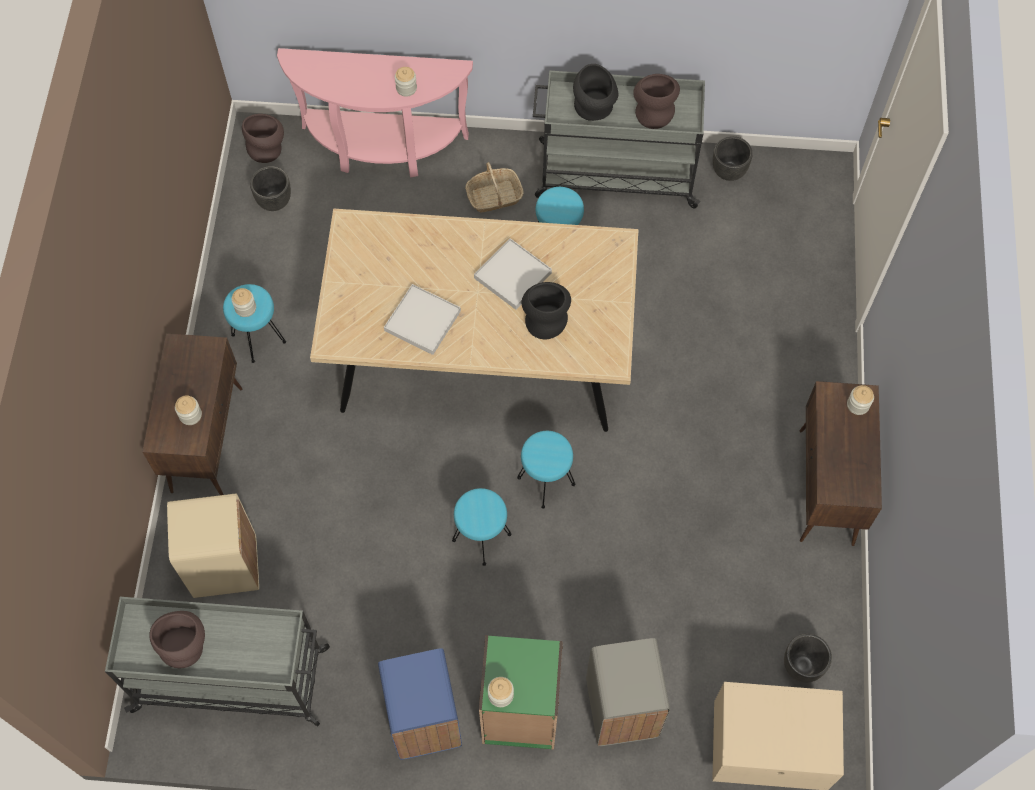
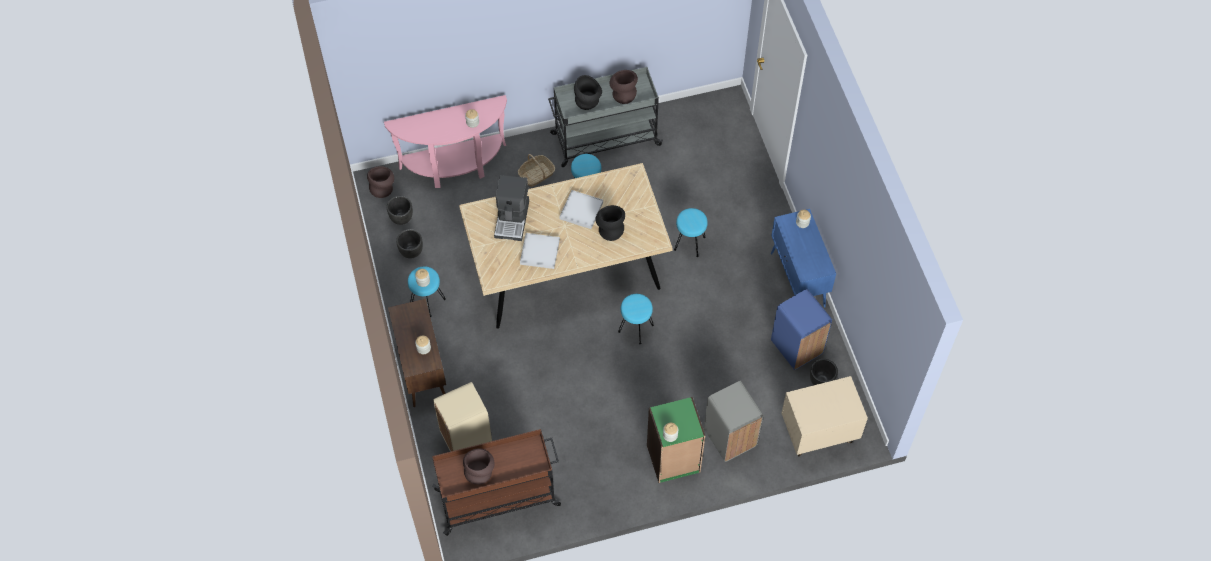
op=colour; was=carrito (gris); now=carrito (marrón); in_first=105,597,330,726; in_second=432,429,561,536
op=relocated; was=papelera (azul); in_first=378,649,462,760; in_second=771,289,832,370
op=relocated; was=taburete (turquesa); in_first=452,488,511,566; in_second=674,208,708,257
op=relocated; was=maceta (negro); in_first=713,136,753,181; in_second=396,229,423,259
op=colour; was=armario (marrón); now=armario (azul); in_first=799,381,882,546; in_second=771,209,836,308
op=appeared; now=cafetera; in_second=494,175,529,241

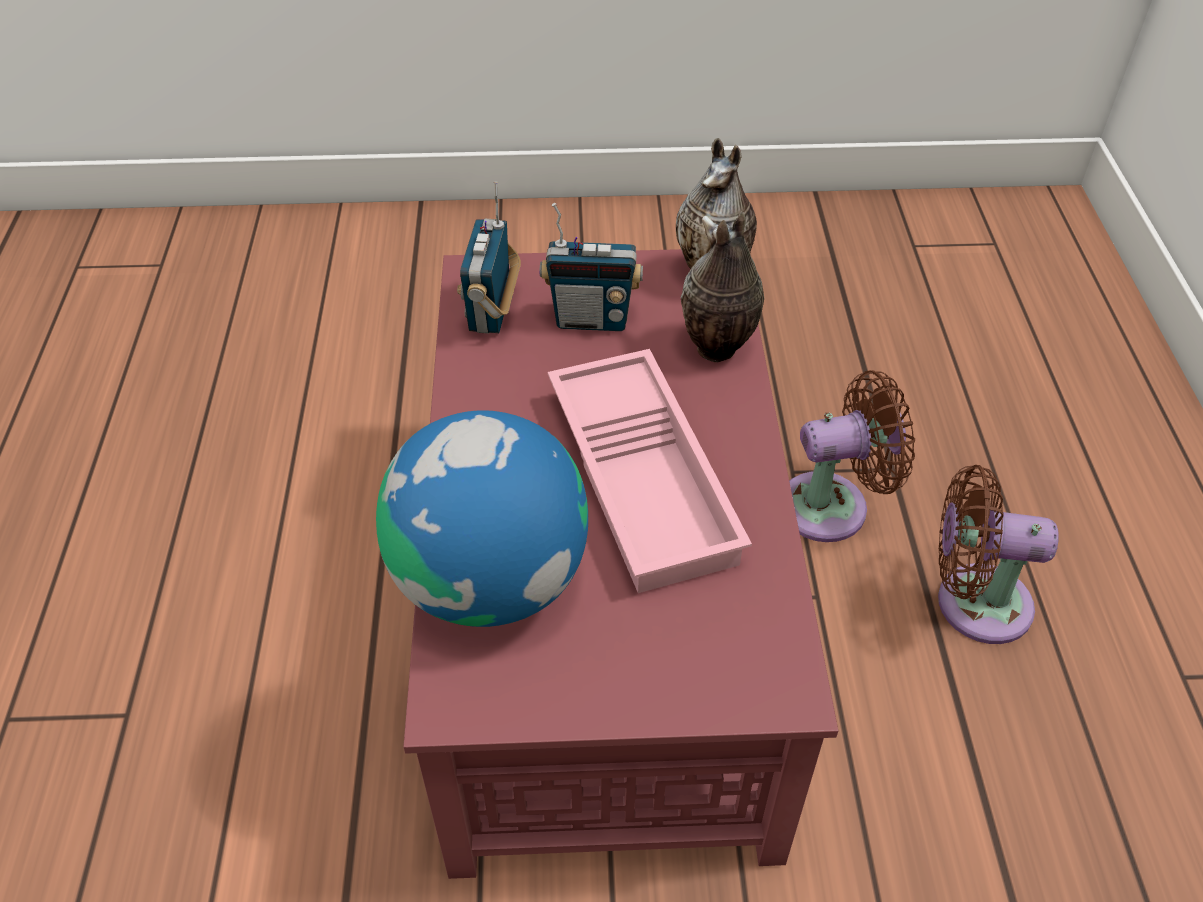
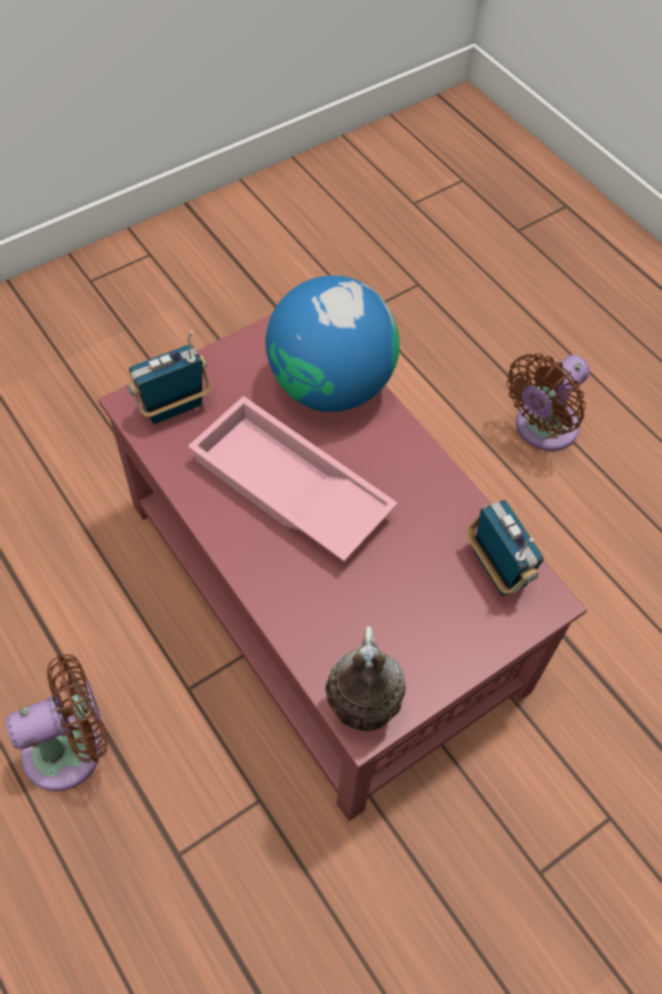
op=relocated; was=radio; in_first=540,203,643,331; in_second=127,331,211,424
op=missing; was=florero; in_first=681,211,764,362
op=relocated; was=ventilador (marrón); in_first=789,370,915,542; in_second=507,353,590,451

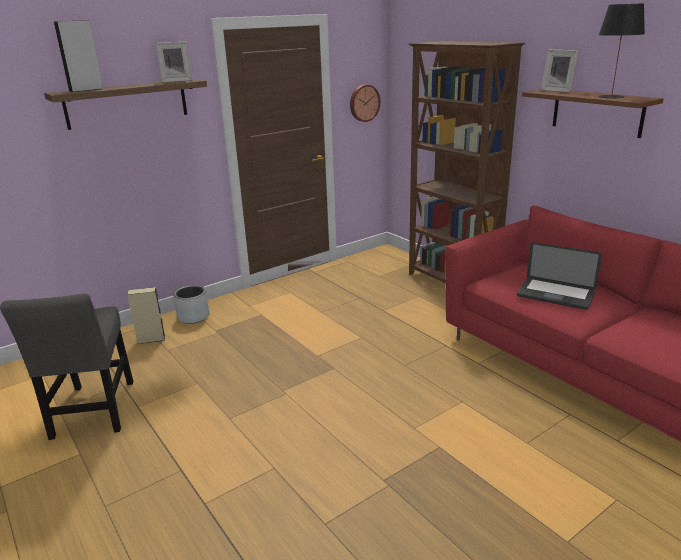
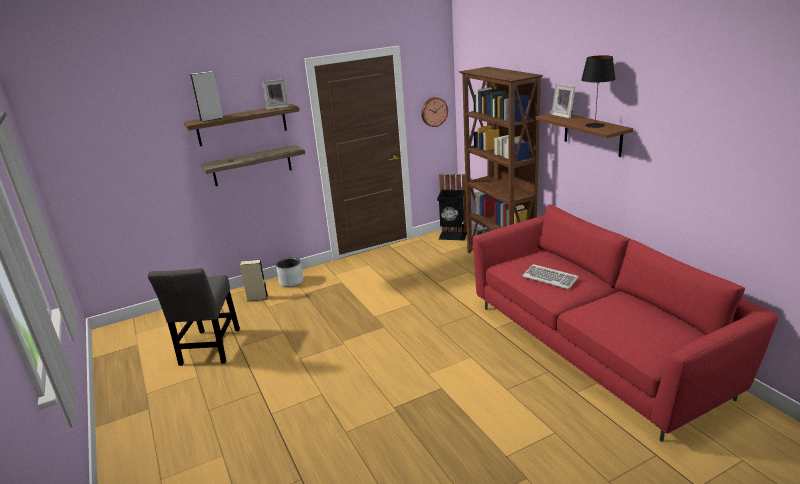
op=exchanged; was=portátil; now=teclado; in_first=517,242,602,310; in_second=522,264,579,289
op=appeared; now=estante; in_second=201,145,305,186
op=appeared; now=papelera (negro); in_second=437,174,467,241

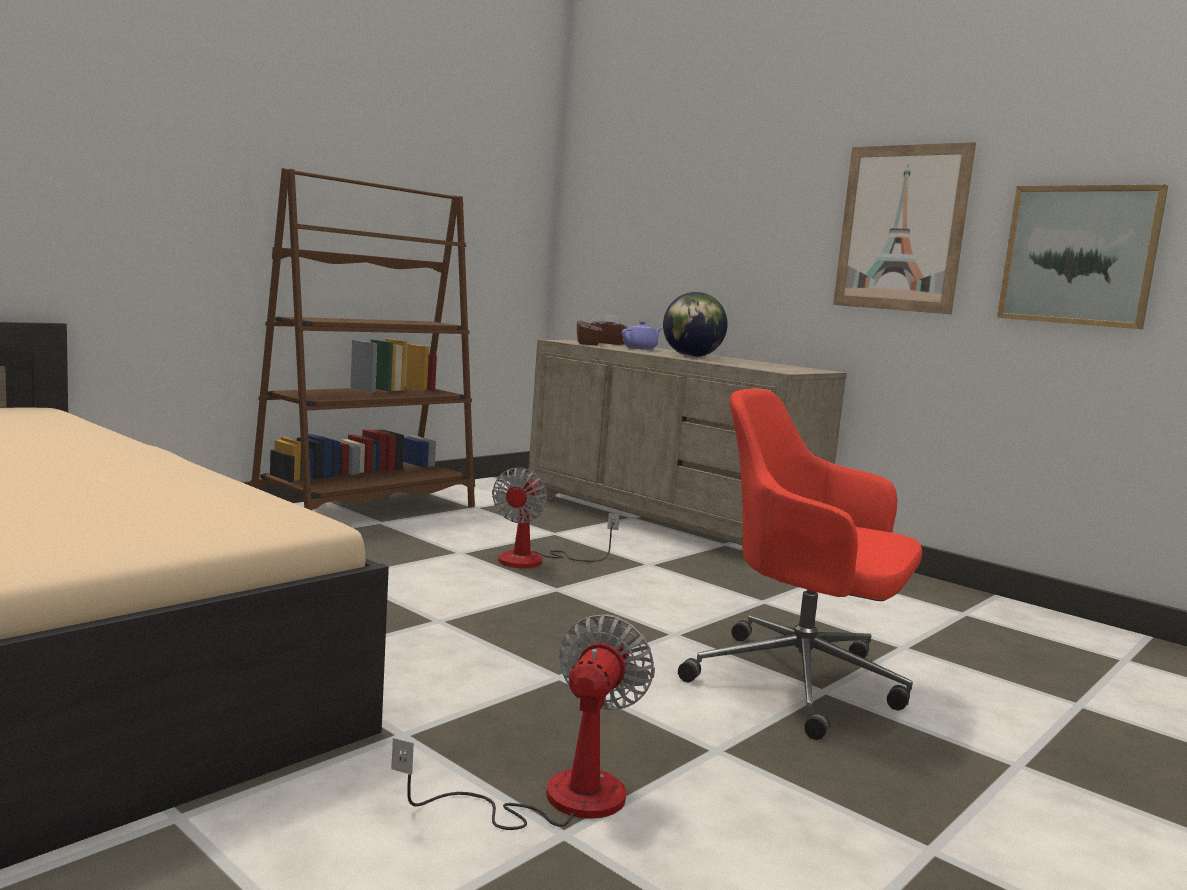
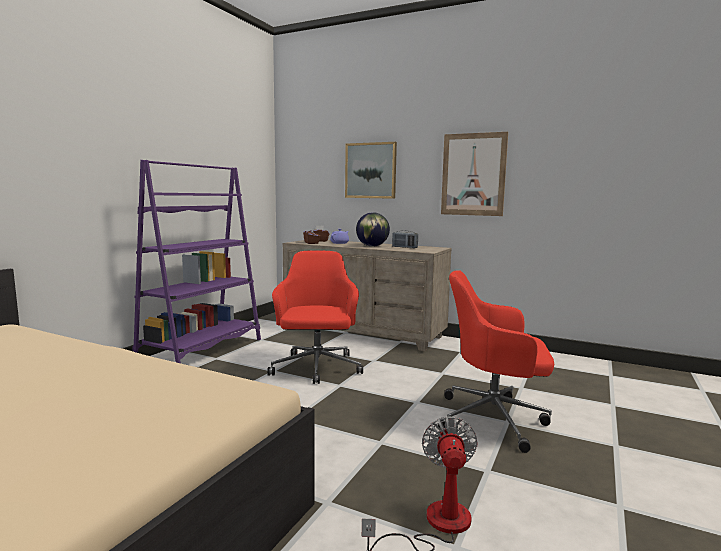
op=colour; was=estantería (marrón); now=estantería (morado); in_first=250,168,475,510; in_second=132,160,261,363
op=exchanged; was=ventilador; now=silla de oficina (rojo); in_first=492,467,620,568; in_second=267,250,363,384
op=relocated; was=cuadro; in_first=997,185,1168,329; in_second=345,142,397,199
op=appeared; now=radio; in_second=392,230,418,248

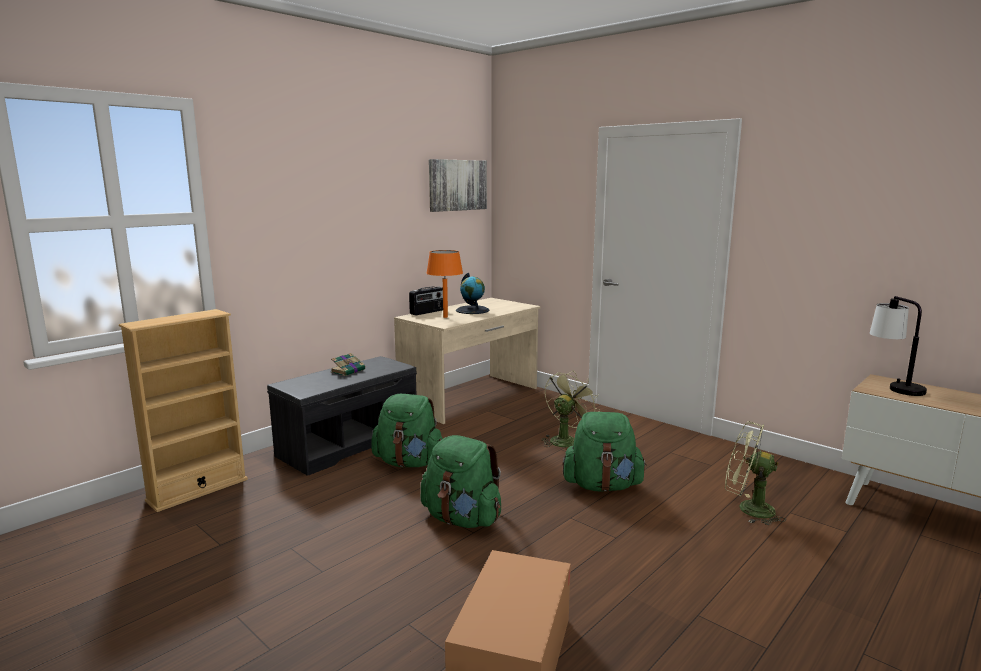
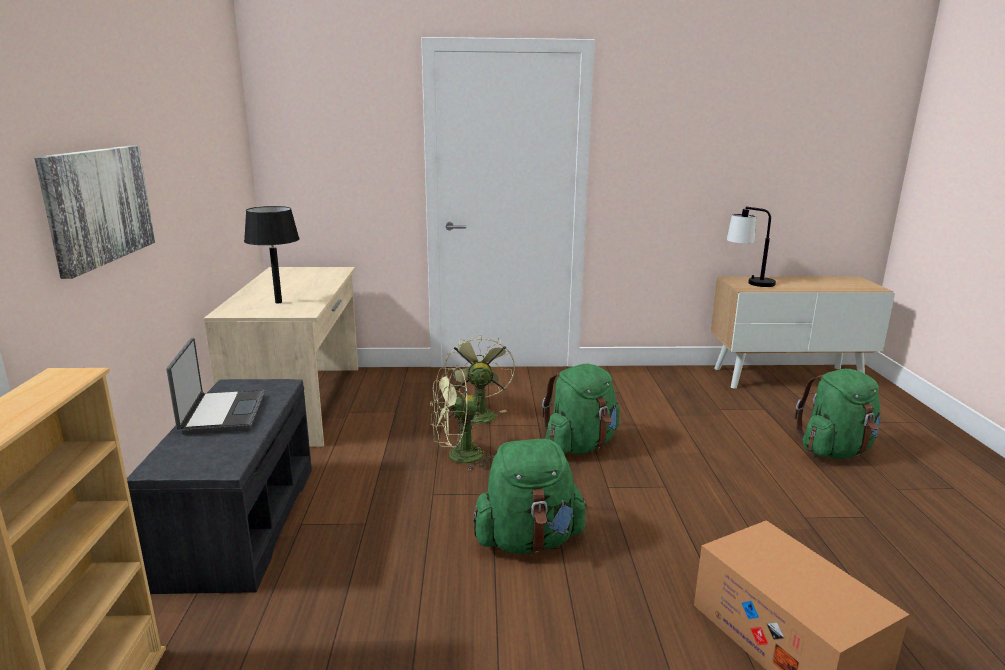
op=exchanged; was=libro; now=portátil; in_first=331,353,366,376; in_second=166,338,265,435
op=relocated; was=mochila (verde); in_first=372,394,443,467; in_second=794,369,881,459
op=missing; was=radio; in_first=409,286,443,315
op=colour; was=lámpara de mesa (naranja); now=lámpara de mesa (negro); in_first=426,250,463,318; in_second=244,206,300,303
op=relocated; was=cuadro; in_first=429,159,487,212; in_second=34,146,155,279
op=missing; was=globo terráqueo; in_first=456,273,490,314
op=relocated; was=ventilador (verde); in_first=725,421,786,525; in_second=430,367,495,471

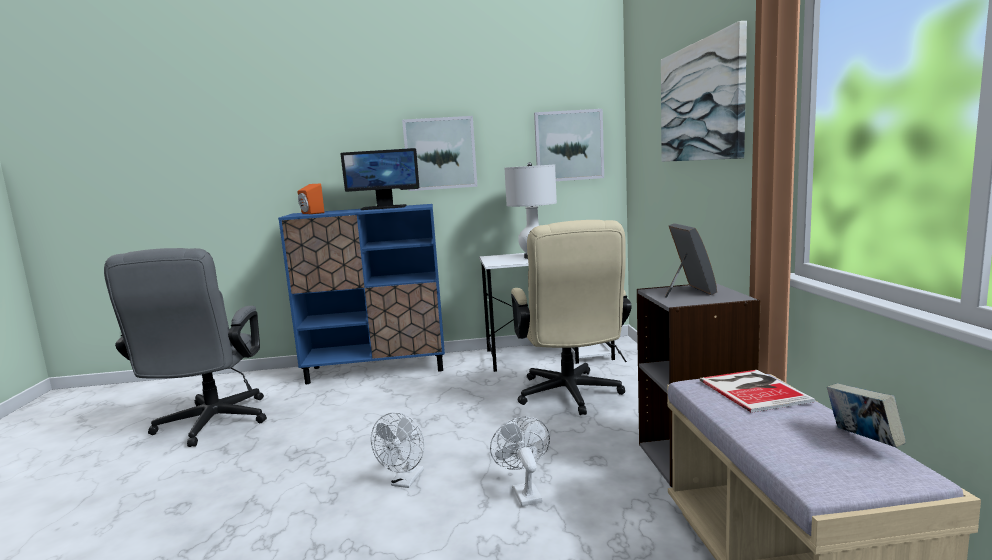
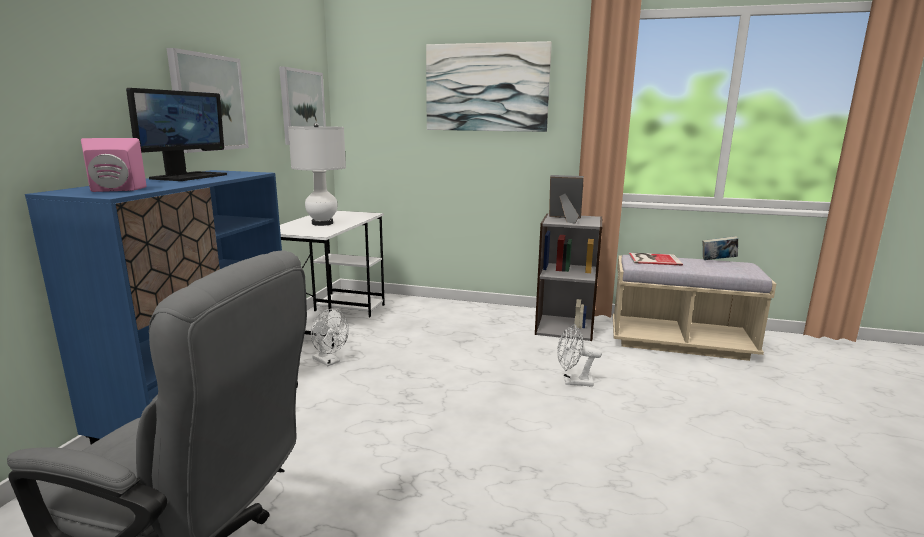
op=colour; was=altavoz (naranja); now=altavoz (rosa); in_first=297,183,324,214; in_second=81,138,146,192
op=relocated; was=ventilador (blanco); in_first=371,412,425,488; in_second=311,309,349,366
op=missing; was=silla de oficina (beis); in_first=511,220,632,415

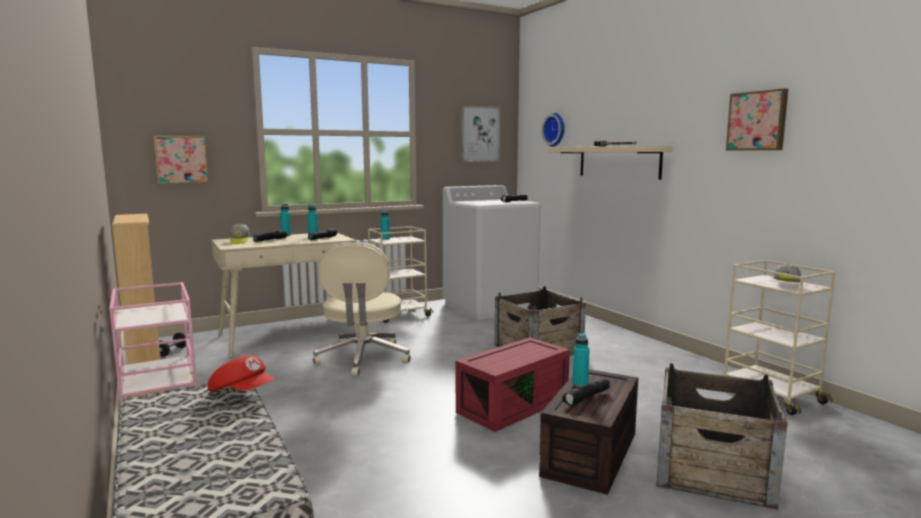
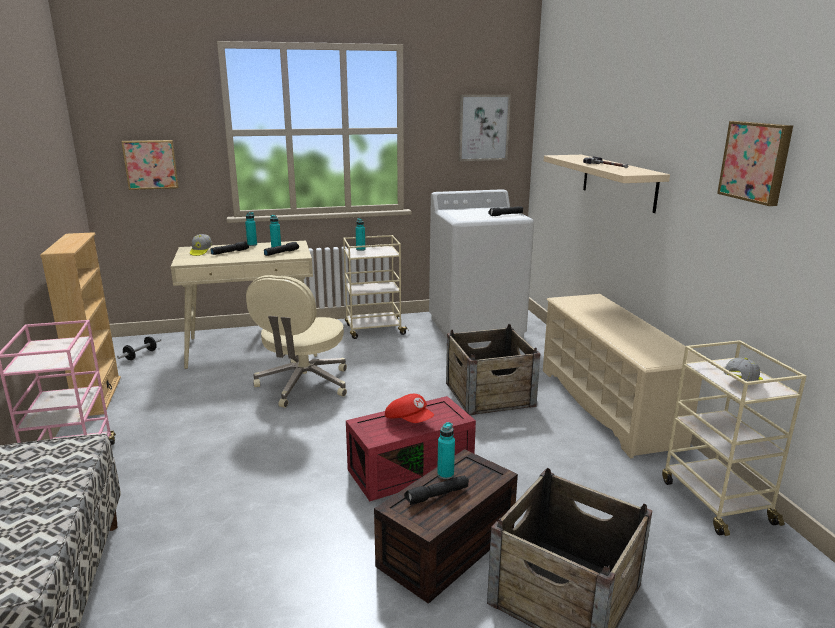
op=relocated; was=gorra (rojo); in_first=208,355,275,392; in_second=385,394,434,423
op=missing; was=reloj de pared; in_first=542,113,565,147
op=appeared; now=zapatero (beis); in_second=543,294,705,458

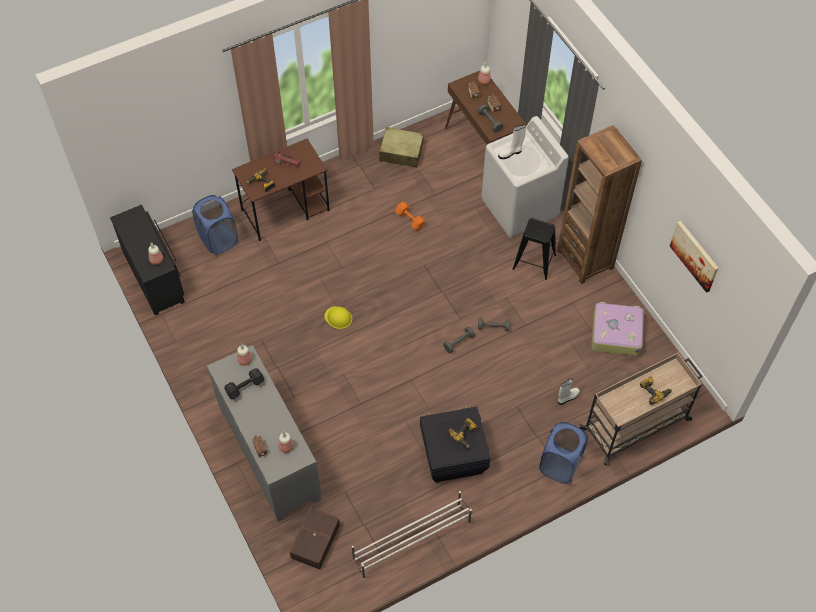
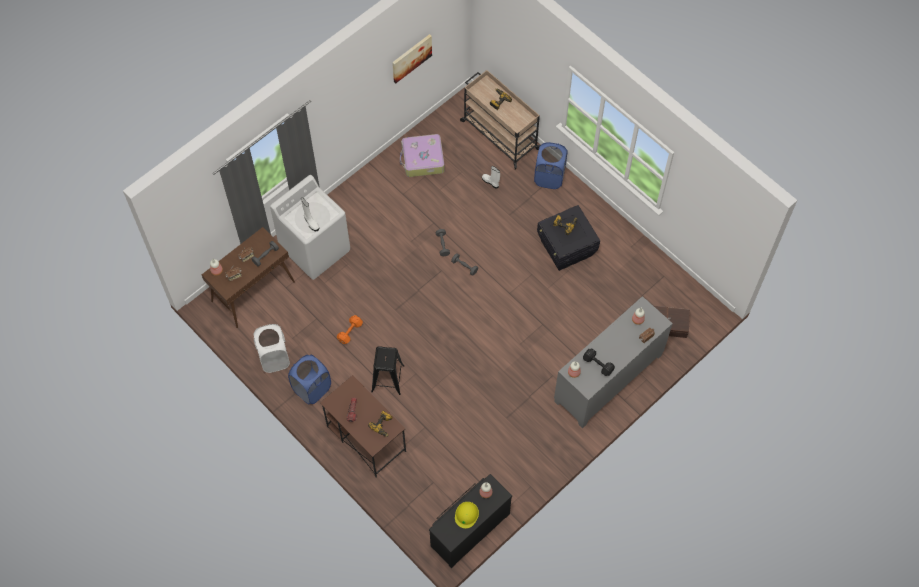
op=relocated; was=cesto de la ropa (azul); in_first=192,195,238,254; in_second=288,355,331,404
op=relocated; was=casco (amarillo); in_first=325,306,352,329; in_second=455,502,479,528
op=missing; was=zapatero (blanco); in_first=352,491,472,579
op=exchanged; was=maleta (beis); now=cesto de la ropa (blanco); in_first=379,127,424,168; in_second=253,324,290,373
op=relocated; was=taburete (negro); in_first=512,218,556,280; in_second=371,346,404,395
op=missing; was=estantería (marrón); in_first=557,125,642,284

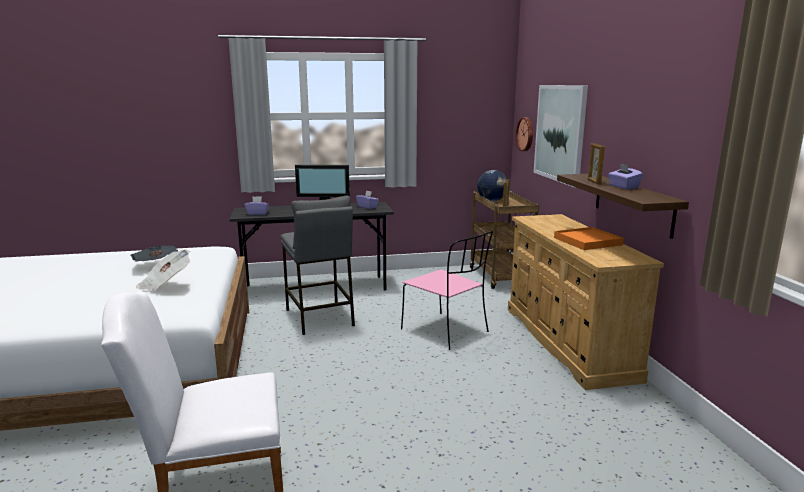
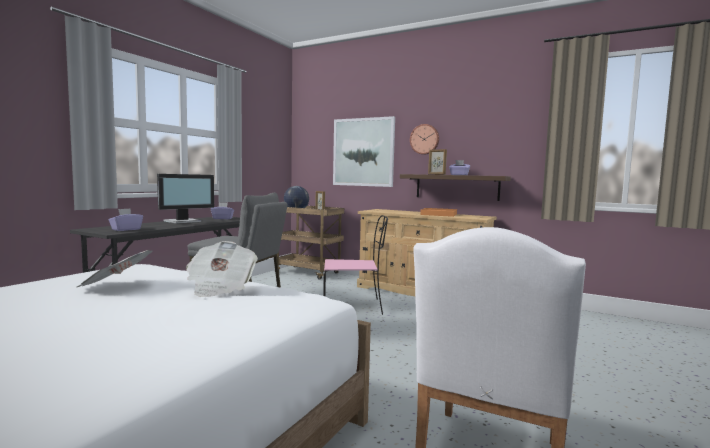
op=relocated; was=reloj de pared; in_first=516,117,533,151; in_second=410,124,439,155

